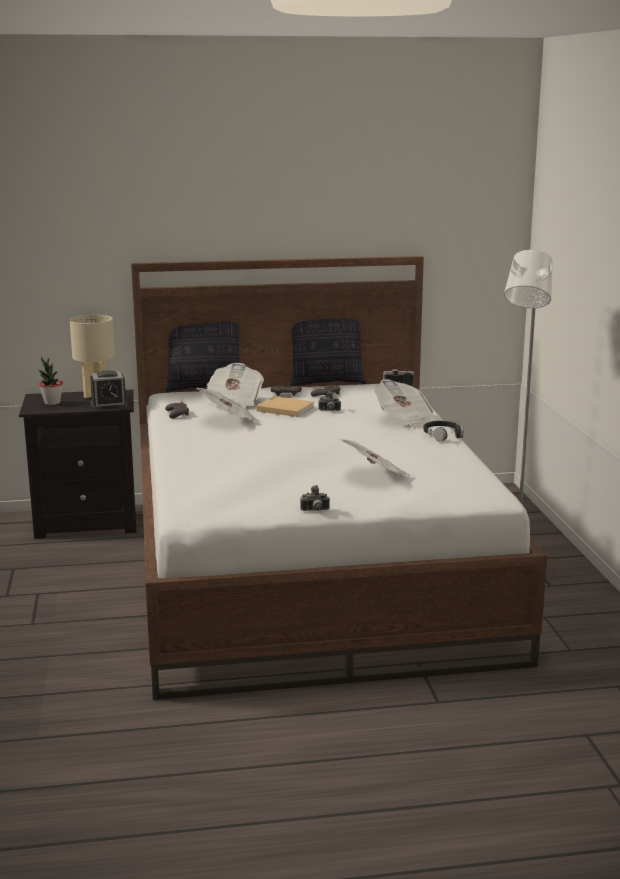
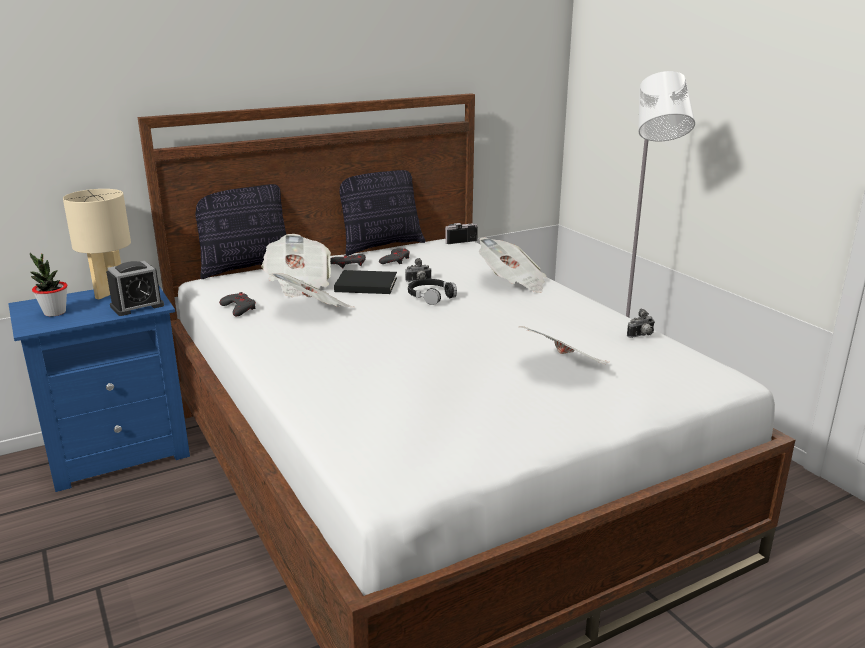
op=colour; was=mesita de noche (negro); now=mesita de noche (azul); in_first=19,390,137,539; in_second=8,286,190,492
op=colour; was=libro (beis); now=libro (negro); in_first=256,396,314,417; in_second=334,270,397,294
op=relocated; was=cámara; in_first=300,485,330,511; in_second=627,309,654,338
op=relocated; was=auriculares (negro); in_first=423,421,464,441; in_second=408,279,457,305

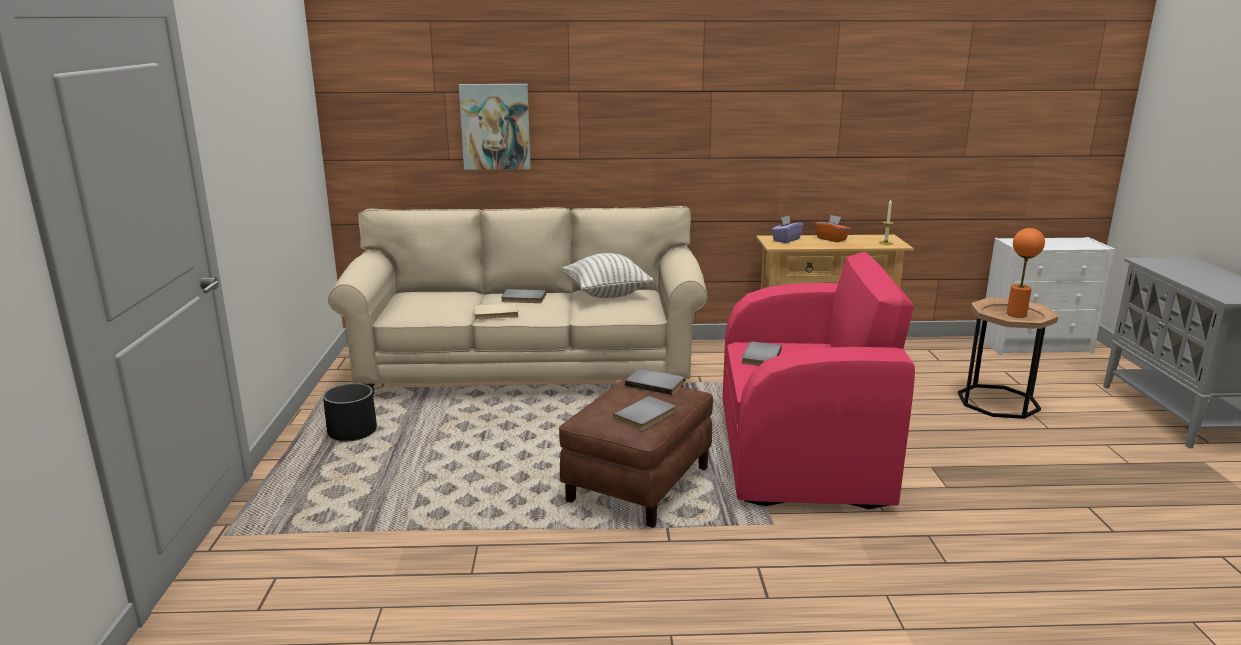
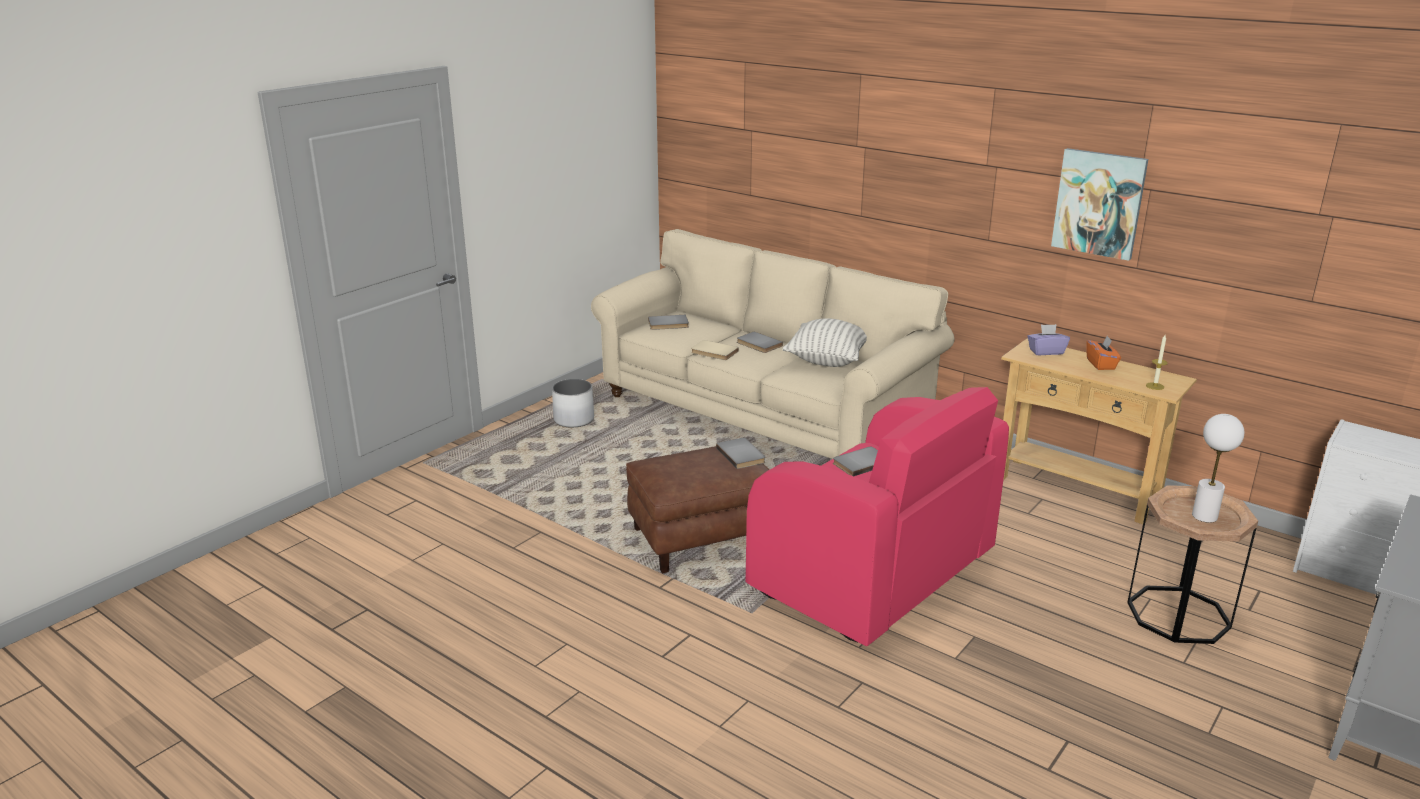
op=colour; was=maceta (negro); now=maceta (blanco); in_first=323,383,377,442; in_second=552,379,594,428
op=relocated; was=cuadro; in_first=459,84,531,170; in_second=1051,148,1148,261
op=relocated; was=libro (gris); in_first=613,396,676,430; in_second=648,315,689,330
op=colour; was=lámpara de mesa (naranja); now=lámpara de mesa (blanco); in_first=1007,228,1045,318; in_second=1192,414,1244,523

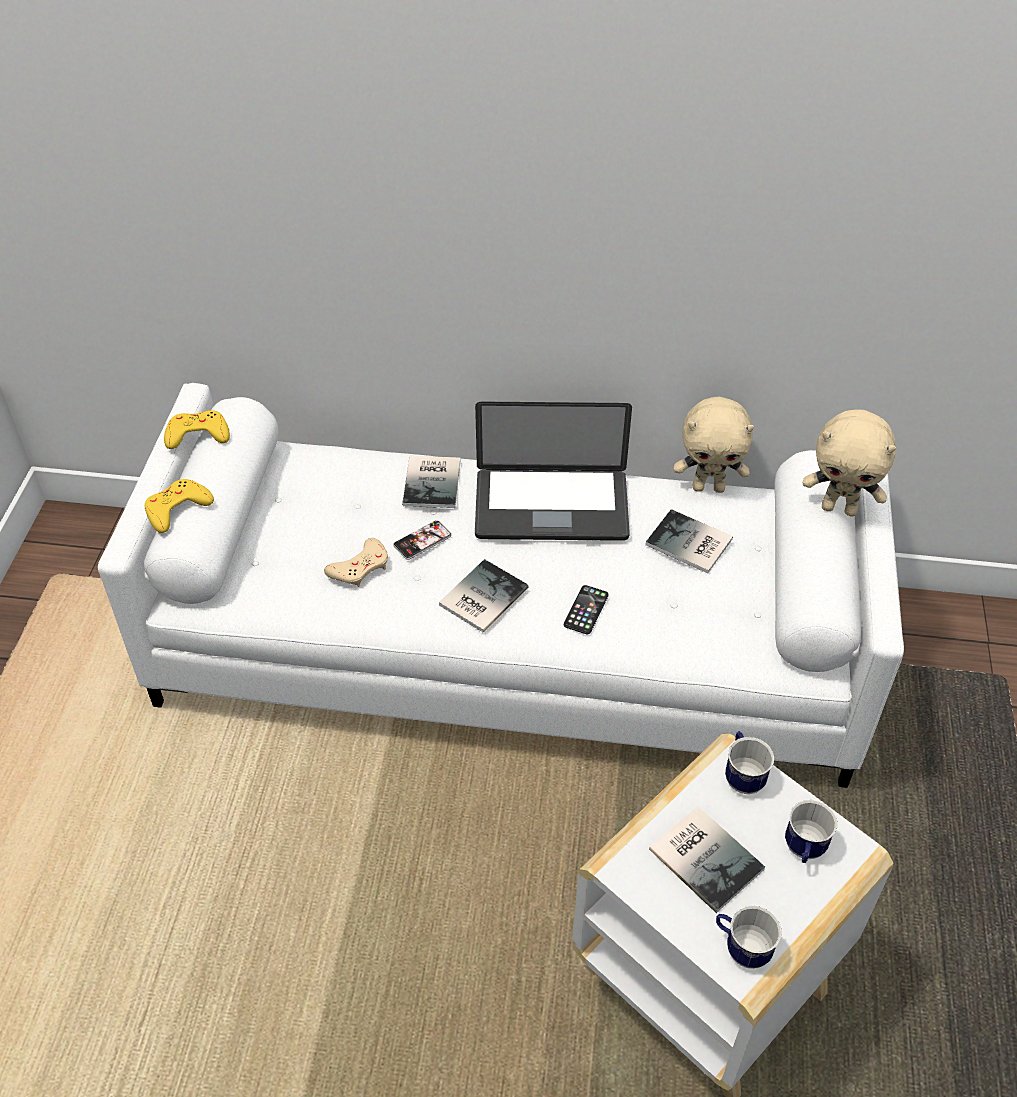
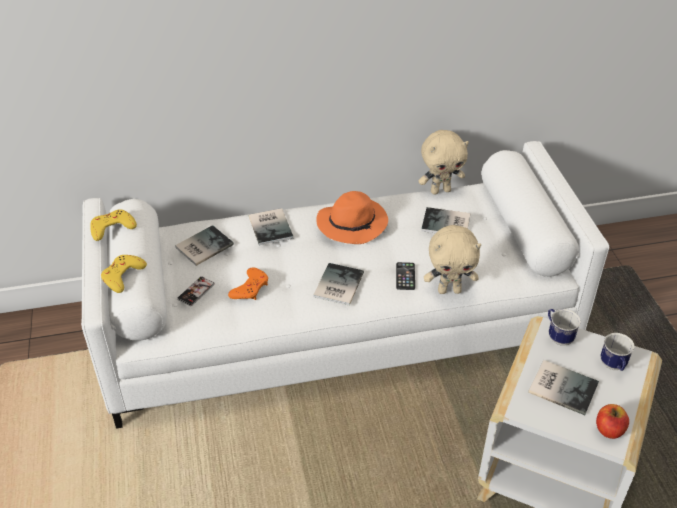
op=colour; was=mando de consola (beis); now=mando de consola (naranja); in_first=324,538,388,587; in_second=228,268,268,300
op=relocated; was=móvil; in_first=393,520,452,560; in_second=177,276,215,306
op=exchanged; was=portátil; now=sombrero (naranja); in_first=475,401,632,541; in_second=316,191,388,244
op=exchanged; was=taza grande; now=manzana; in_first=716,905,782,969; in_second=596,404,629,439
op=relocated; was=peluche (beis); in_first=803,410,896,516; in_second=424,225,481,294
op=appeared; now=libro; in_second=175,225,234,266

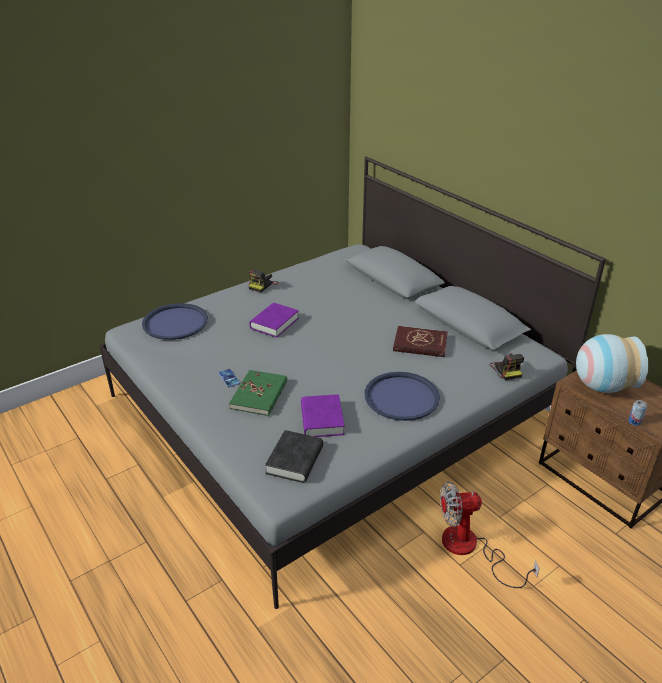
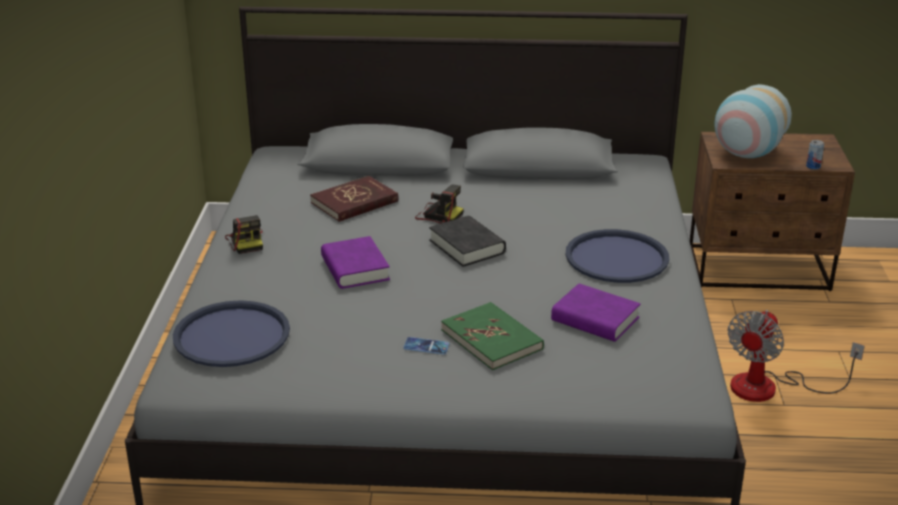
op=relocated; was=libro (negro); in_first=265,430,323,483; in_second=429,216,506,267
op=relocated; was=libro (rojo); in_first=393,326,448,357; in_second=310,176,398,222
op=relocated; was=cámara; in_first=489,353,524,380; in_second=415,185,464,224

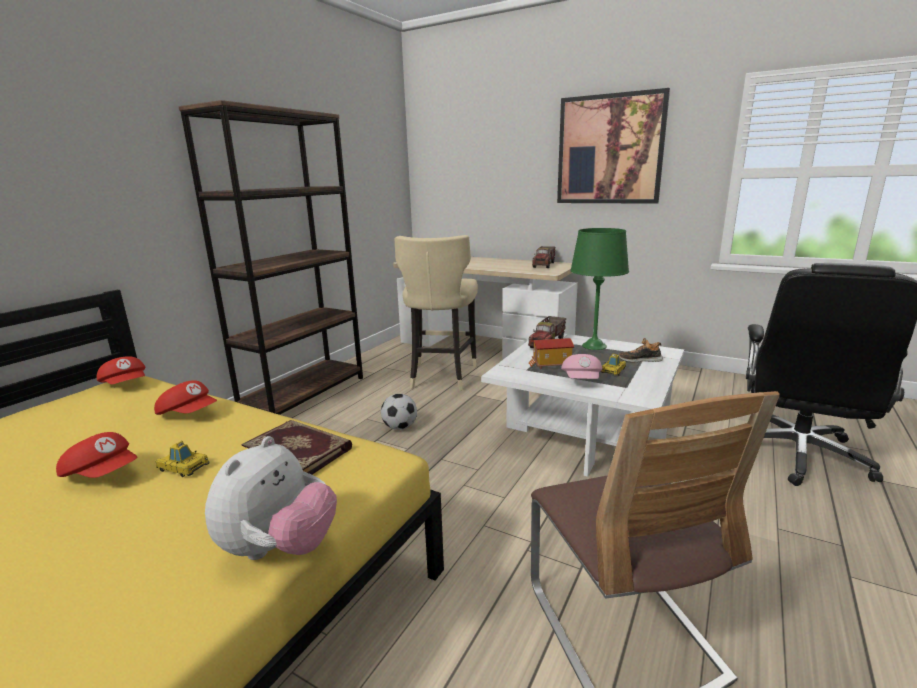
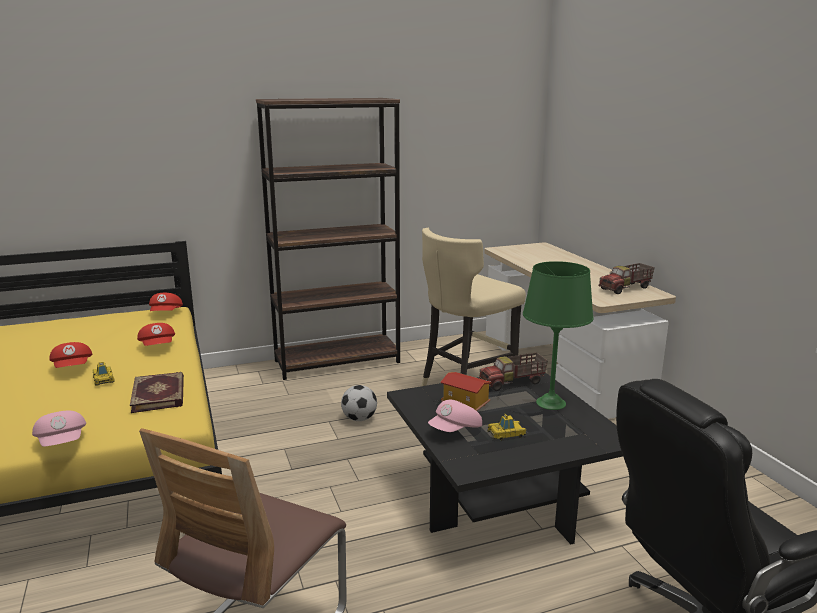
op=exchanged; was=peluche; now=gorra (rosa); in_first=205,436,337,560; in_second=32,410,86,447
op=colour; was=mesa de centro (blanco); now=mesa de centro (negro); in_first=481,334,684,477; in_second=387,372,623,544
op=missing; was=cuadro; in_first=557,88,670,204
op=missing; was=zapato; in_first=618,338,663,362

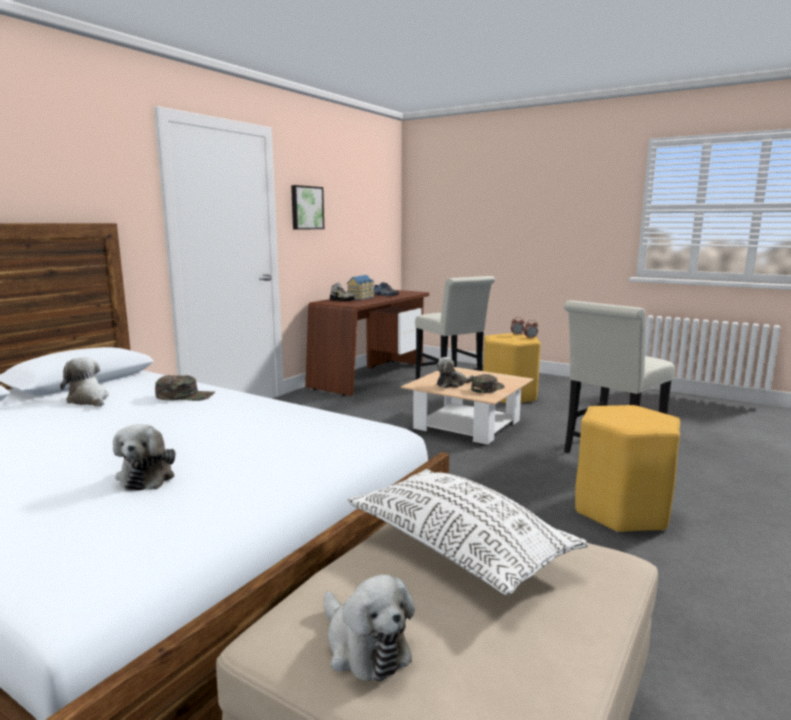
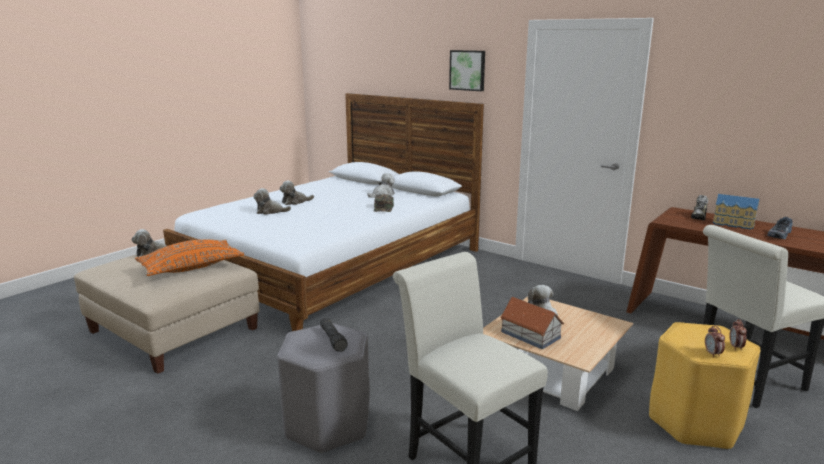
op=relocated; was=cuadro; in_first=291,185,324,230; in_second=449,50,485,91
op=colour; was=cojín (blanco); now=cojín (naranja); in_first=348,469,588,595; in_second=135,239,244,276
op=exchanged; was=gorra (verde); now=casita; in_first=471,374,505,393; in_second=500,297,564,349
op=colour; was=taburete (amarillo); now=taburete (gris); in_first=575,405,680,533; in_second=277,323,370,453
op=appeared; now=peluche; in_second=280,181,314,205
op=appeared; now=linterna (negro); in_second=320,318,348,352

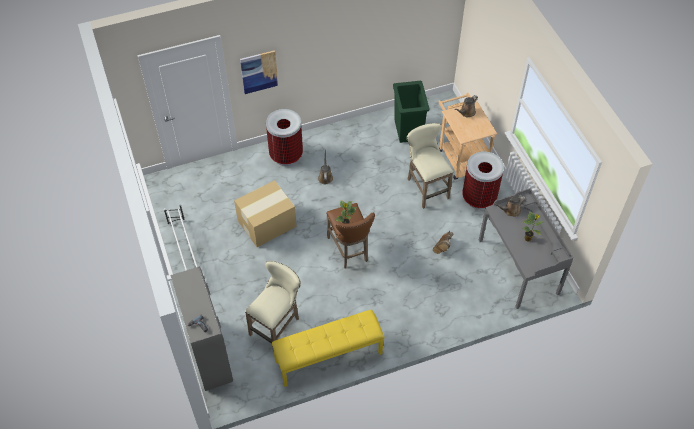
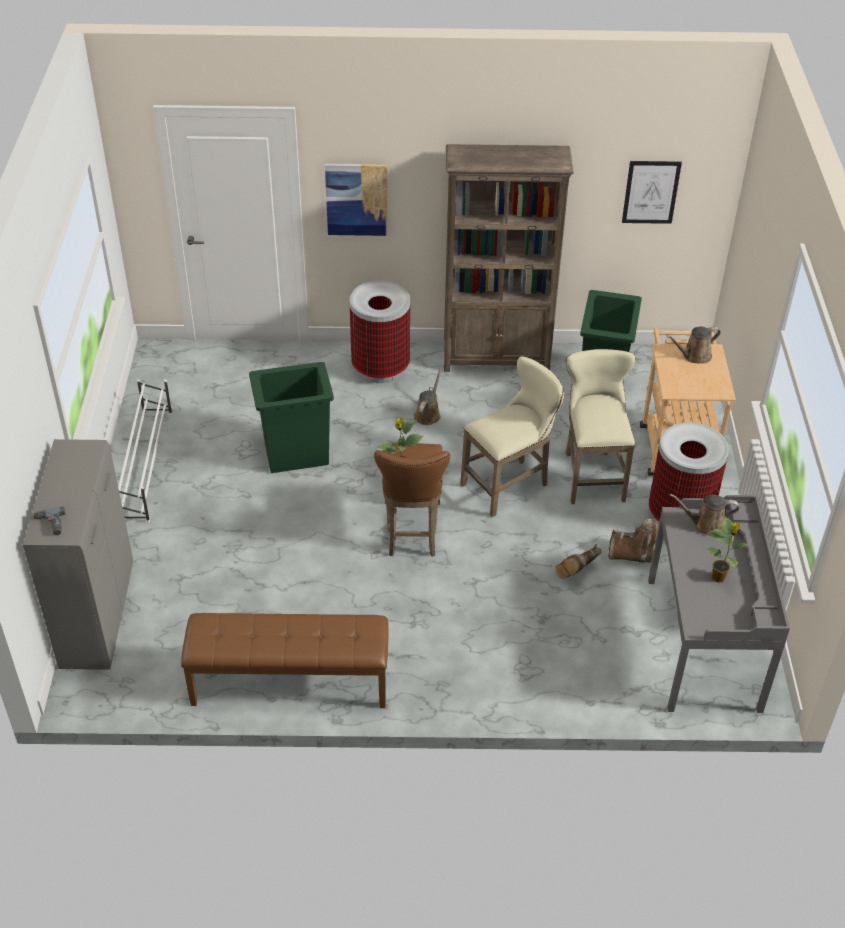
op=exchanged; was=caja de cartón; now=papelera (verde); in_first=234,180,297,247; in_second=249,362,334,473
op=relocated; was=taburete (beis); in_first=245,261,301,352; in_second=460,356,564,517
op=colour; was=banco (amarillo); now=banco (marrón); in_first=272,310,384,387; in_second=181,613,389,708
op=appeared; now=estantería (marrón); in_second=444,144,574,372
op=appeared; now=bota (marrón); in_second=608,518,657,563
op=appeared; now=cuadro; in_second=622,161,682,224

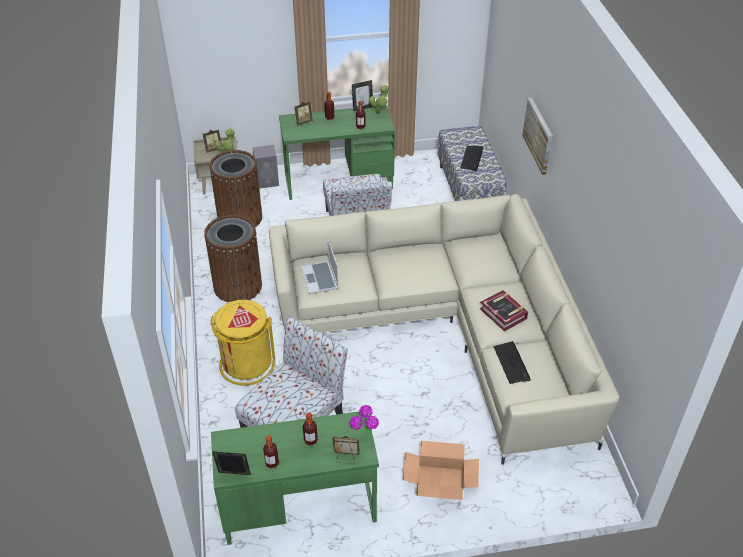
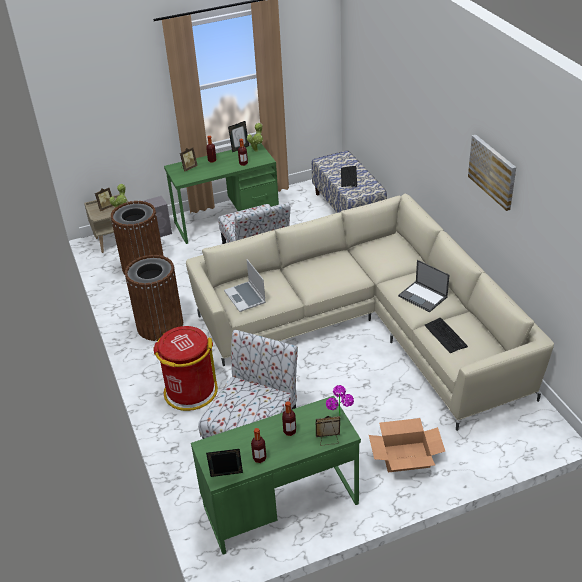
op=colour; was=papelera (amarillo); now=papelera (rojo); in_first=211,300,275,386; in_second=153,326,218,411
op=exchanged; was=libro; now=portátil; in_first=480,290,528,332; in_second=398,260,449,312
op=relocated; was=cuadro; in_first=522,98,553,175; in_second=468,135,516,211

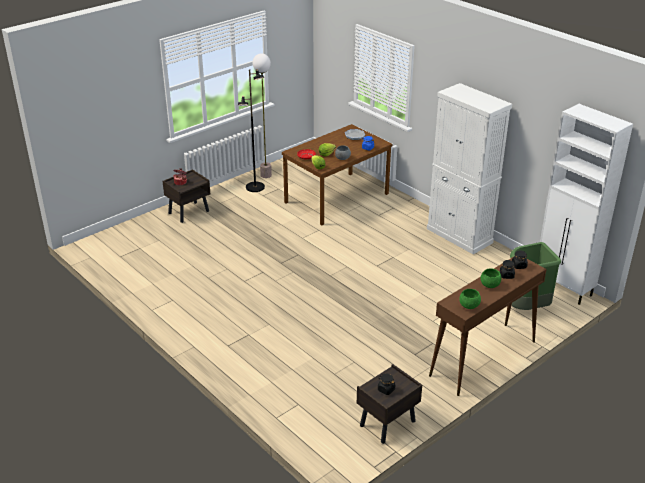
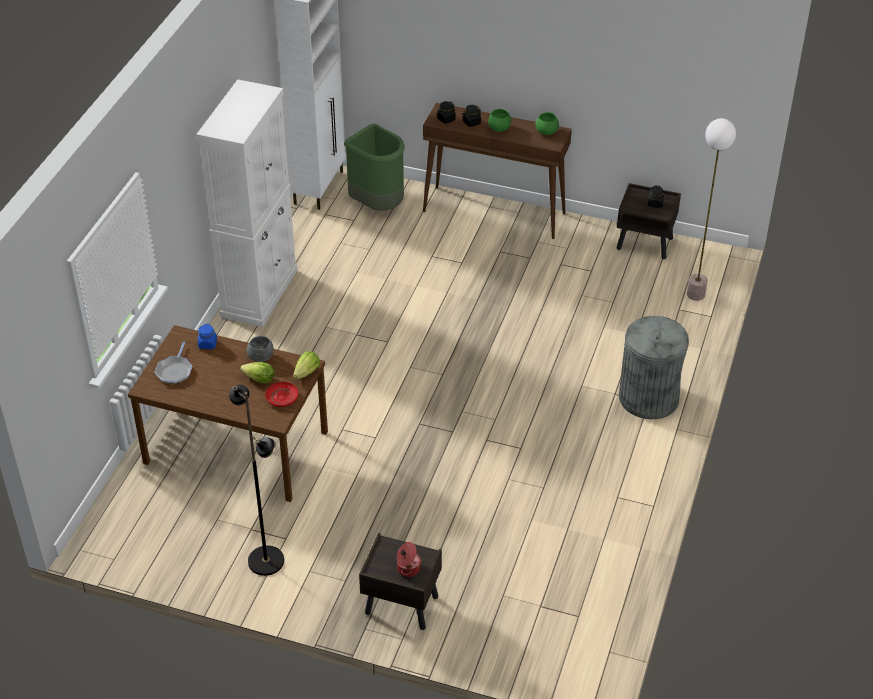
op=relocated; was=lámpara de pie; in_first=253,53,272,178; in_second=687,118,736,301
op=appeared; now=papelera (gris); in_second=619,316,689,419

